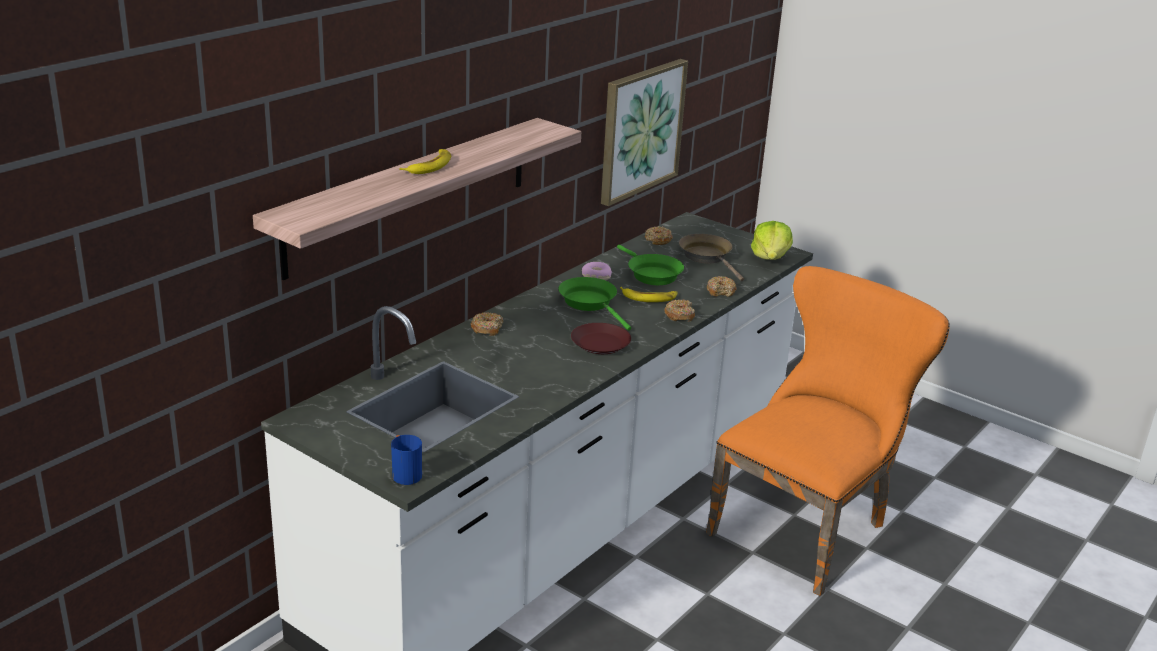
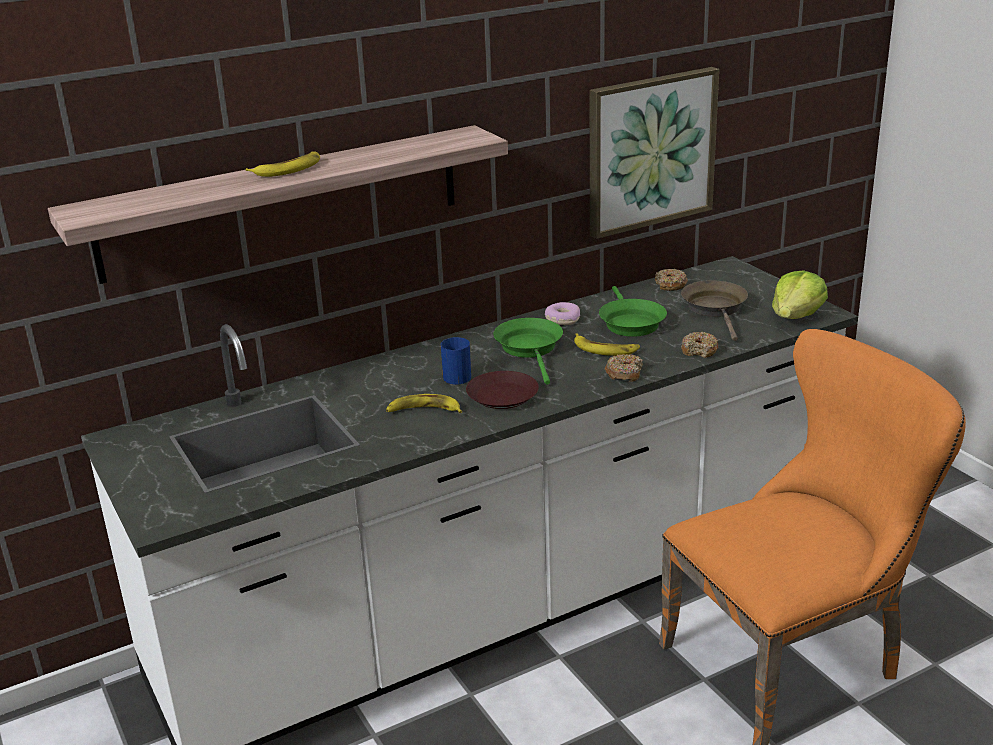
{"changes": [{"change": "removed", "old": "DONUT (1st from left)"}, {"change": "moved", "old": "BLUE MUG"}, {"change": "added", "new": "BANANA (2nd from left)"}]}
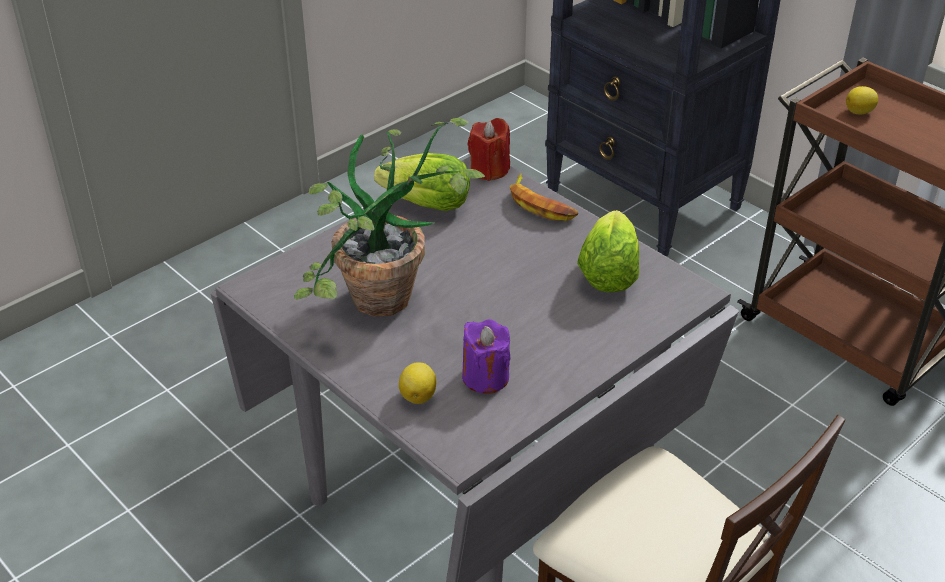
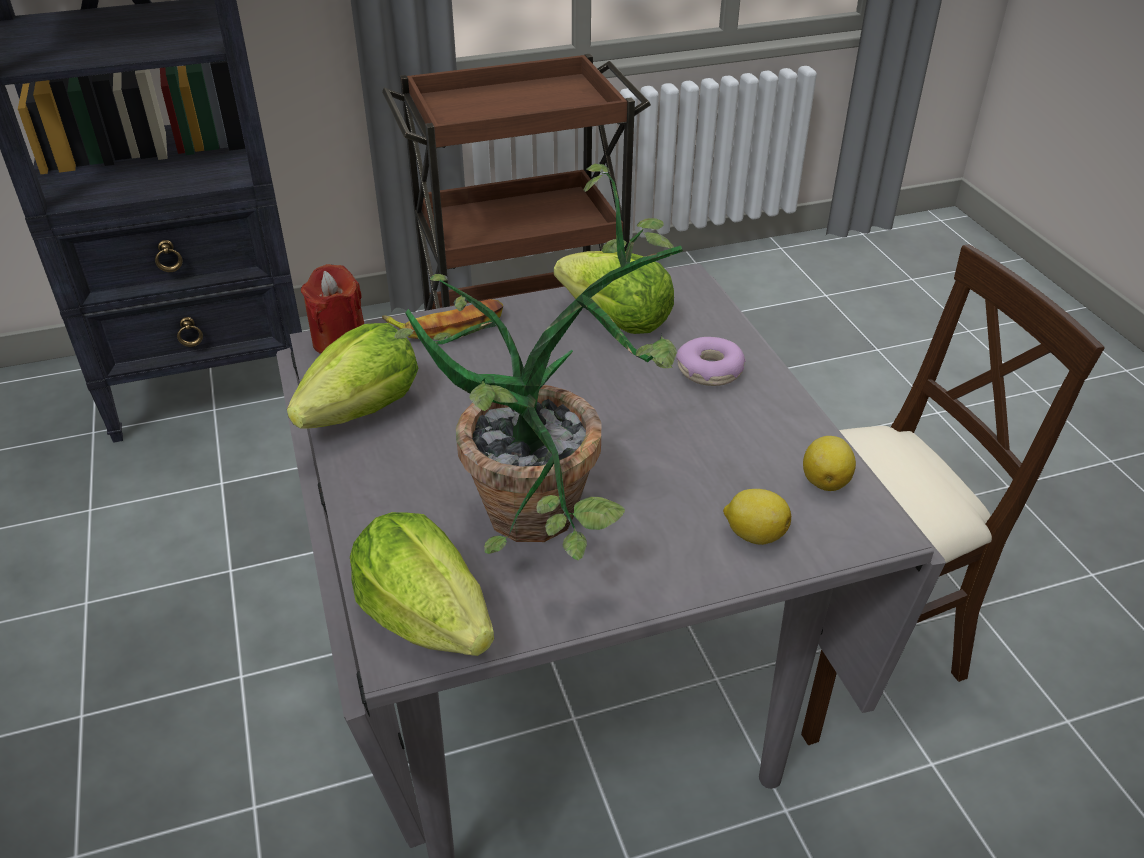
{"changes": [{"change": "moved", "old": "LEMON (2nd from left)"}, {"change": "removed", "old": "PURPLE CANDLE"}, {"change": "added", "new": "DONUT"}, {"change": "added", "new": "LETTUCE (2nd from left)"}]}
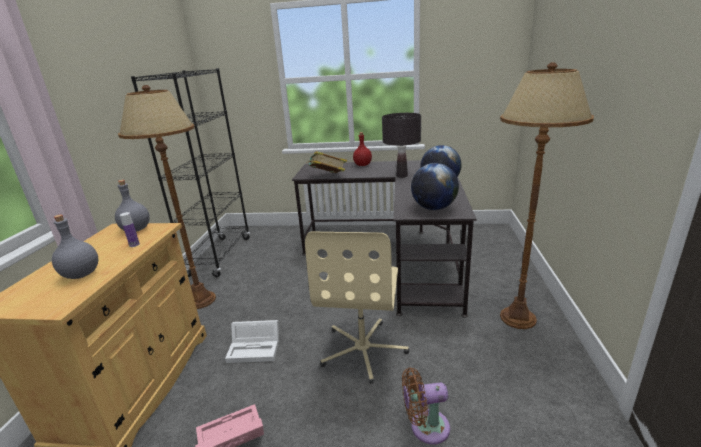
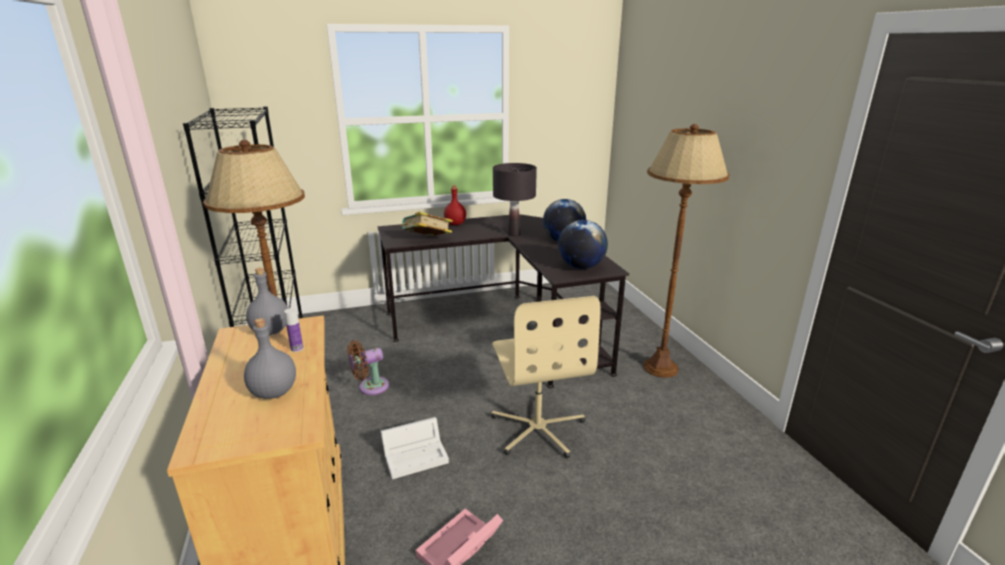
{"changes": [{"change": "moved", "old": "BROWN FAN"}]}
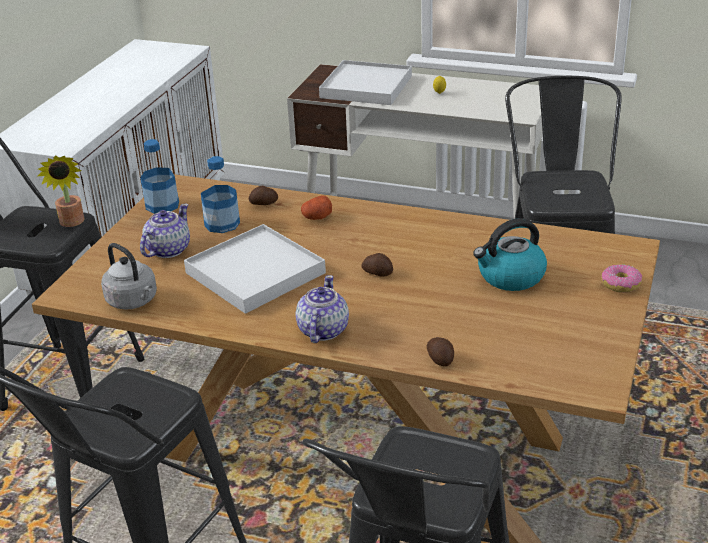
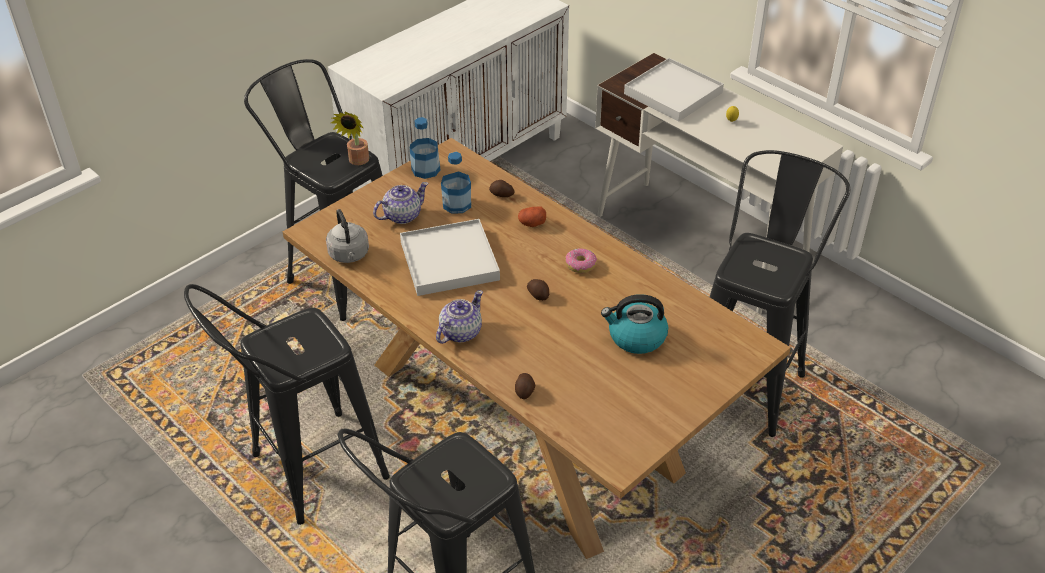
{"changes": [{"change": "moved", "old": "DONUT"}]}
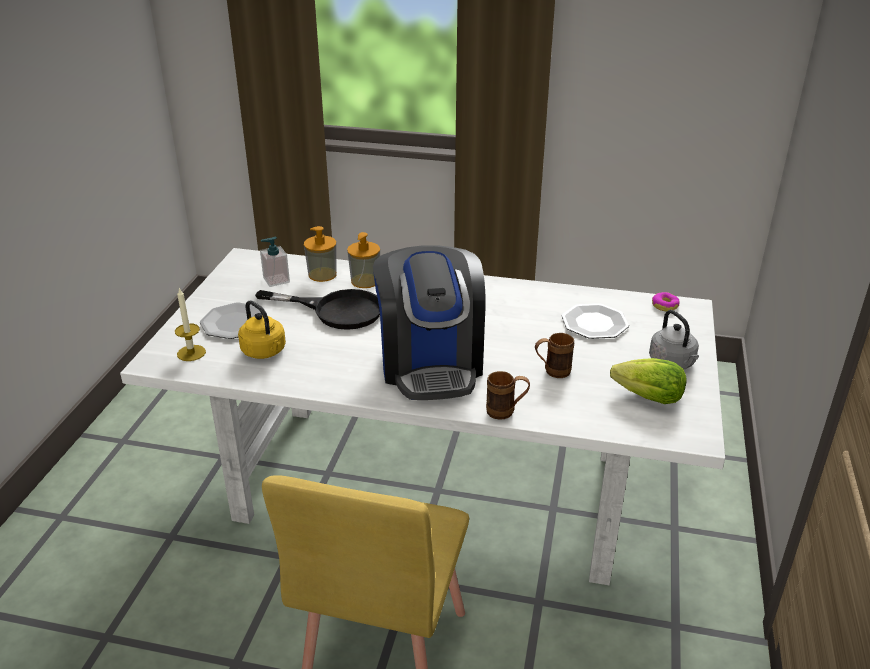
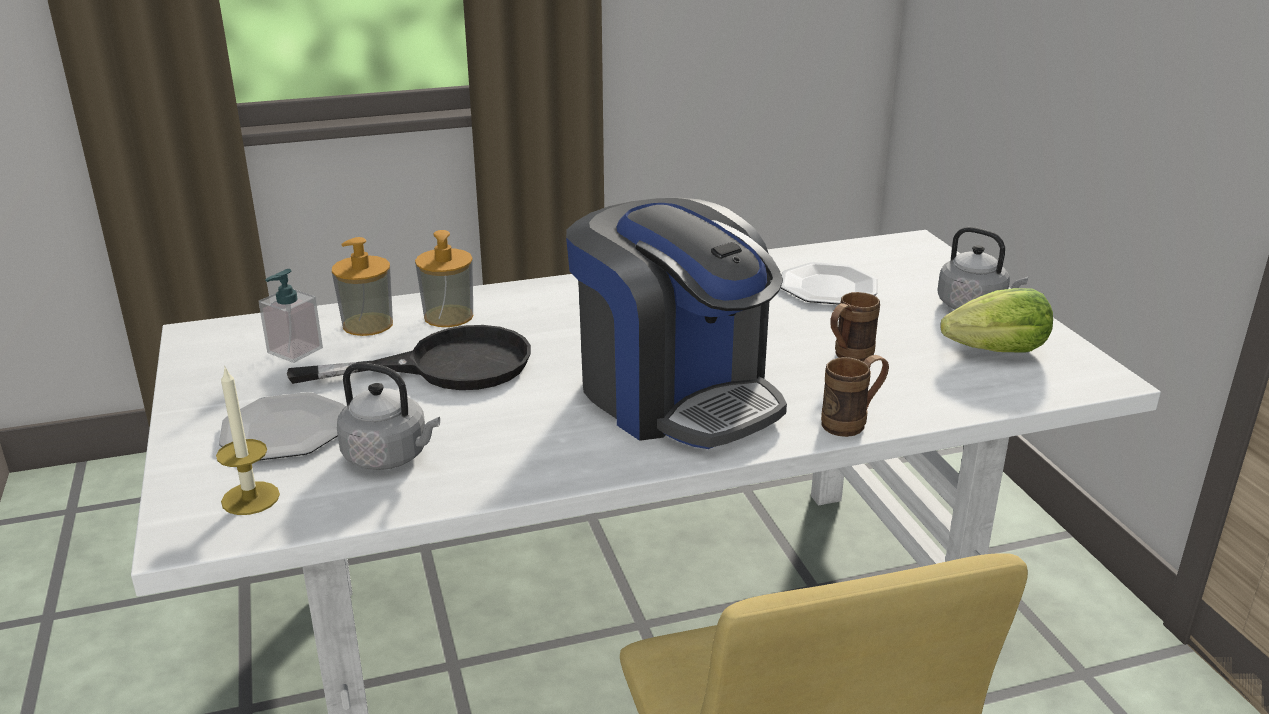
{"changes": [{"change": "removed", "old": "DONUT"}, {"change": "recoloured", "old": "YELLOW KETTLE", "new": "GREY KETTLE (1st from left)"}]}
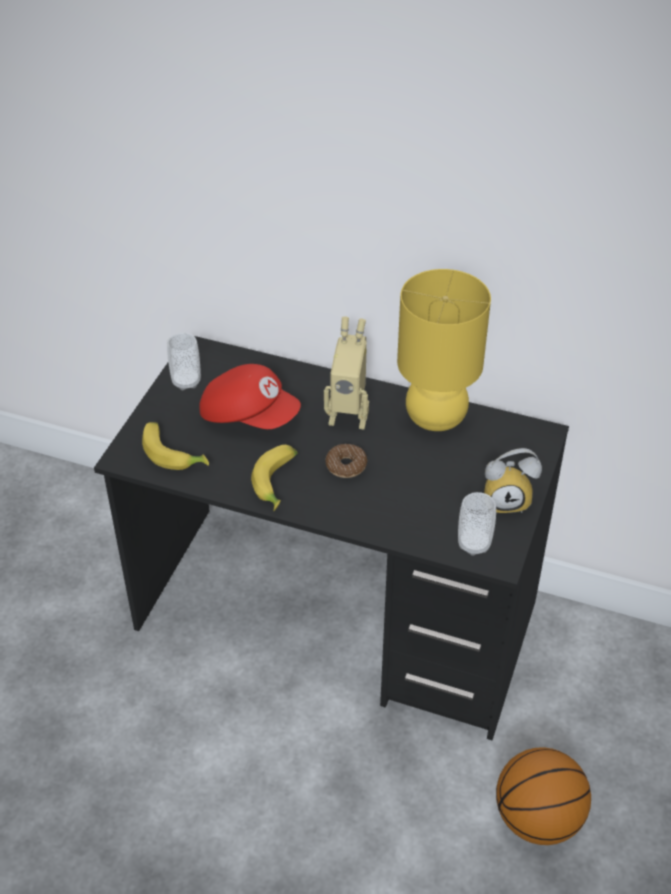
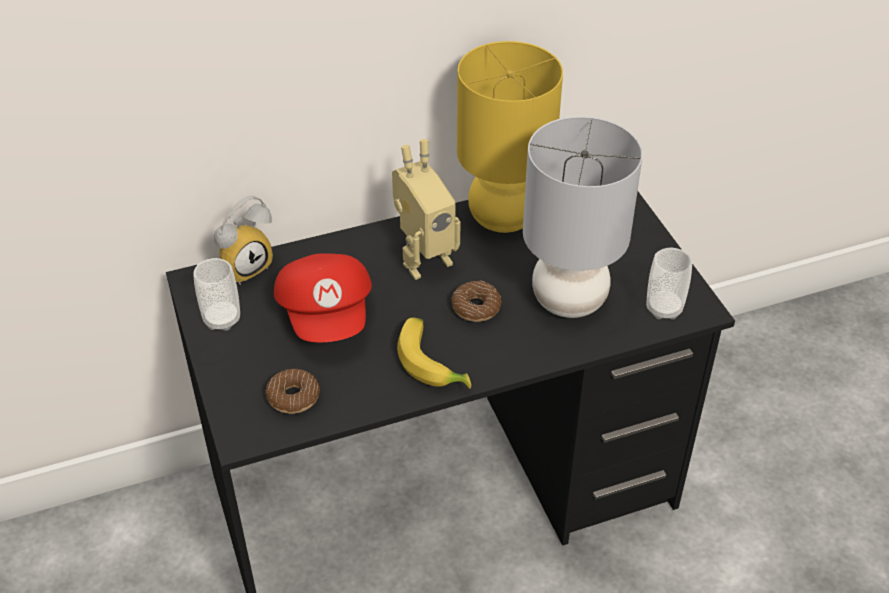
{"changes": [{"change": "turned", "old": "RED CAP", "degrees": 90}, {"change": "replaced", "old": "BANANA (1st from left)", "new": "DONUT (1st from left)"}, {"change": "moved", "old": "ALARM CLOCK"}, {"change": "removed", "old": "BASKETBALL"}, {"change": "added", "new": "GREY TABLE LAMP"}]}
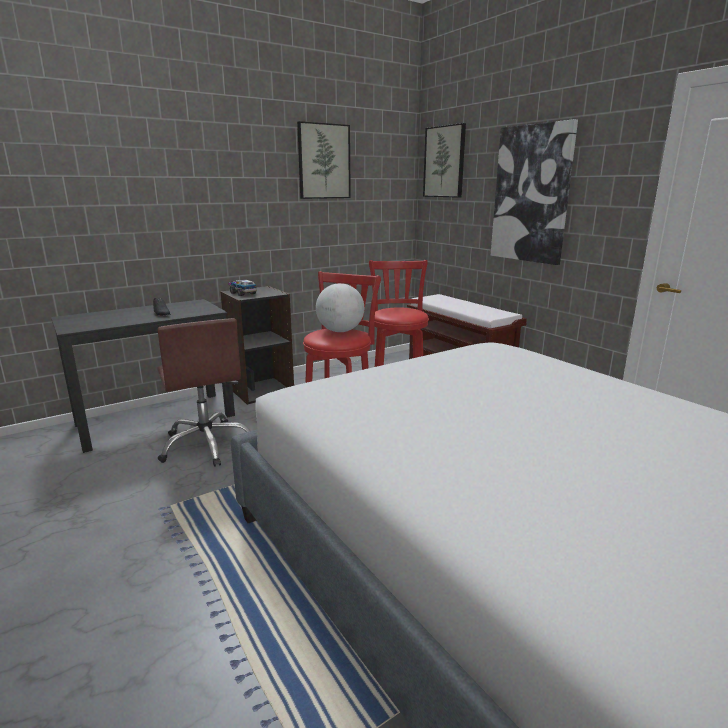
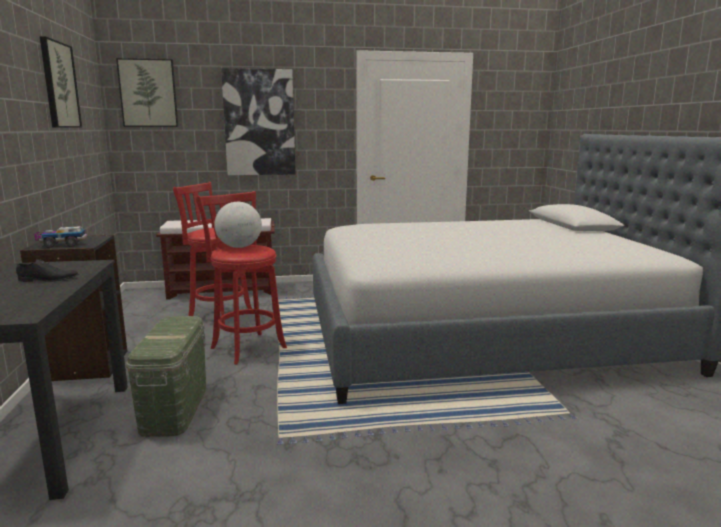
{"changes": [{"change": "replaced", "old": "BROWN OFFICE CHAIR", "new": "GREEN STORAGE BOX"}]}
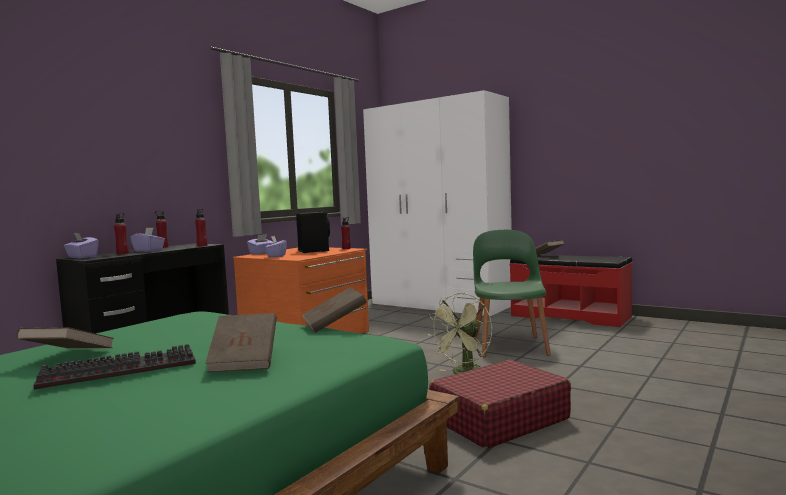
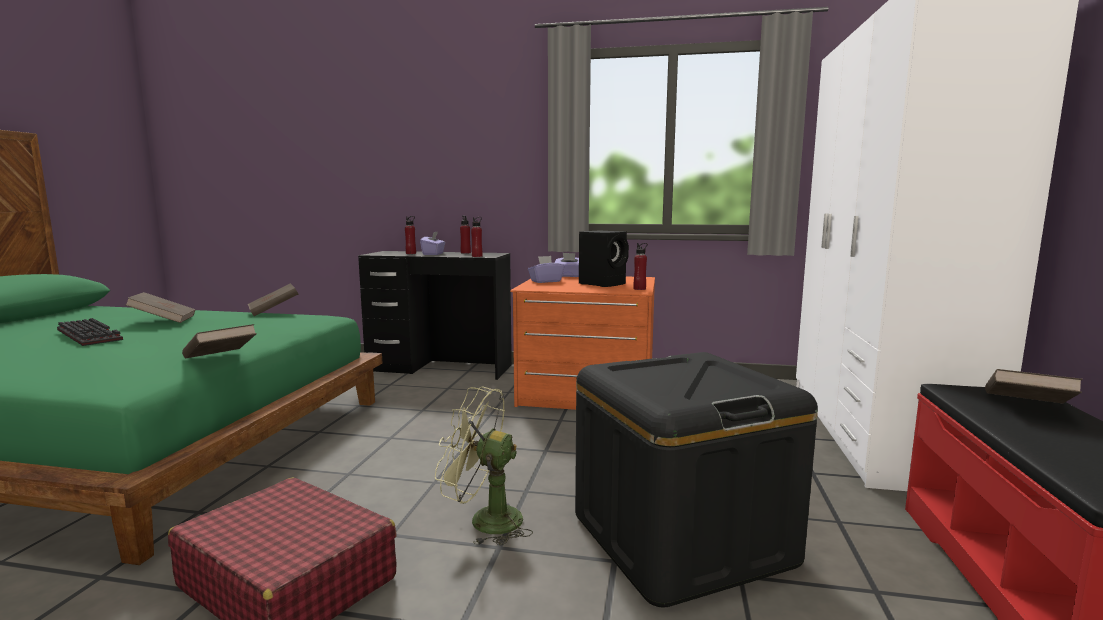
{"changes": [{"change": "replaced", "old": "GREEN CHAIR", "new": "BLACK STORAGE BOX"}, {"change": "removed", "old": "PURPLE TISSUE BOX (1st from left)"}, {"change": "moved", "old": "BROWN BOOK (2nd from left in the first image)", "new": "BROWN BOOK (3rd from left)"}]}
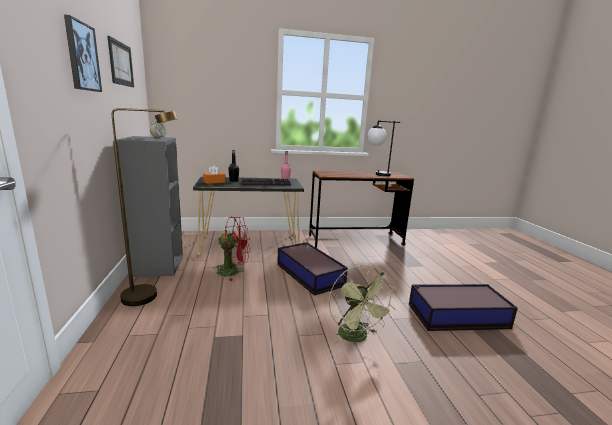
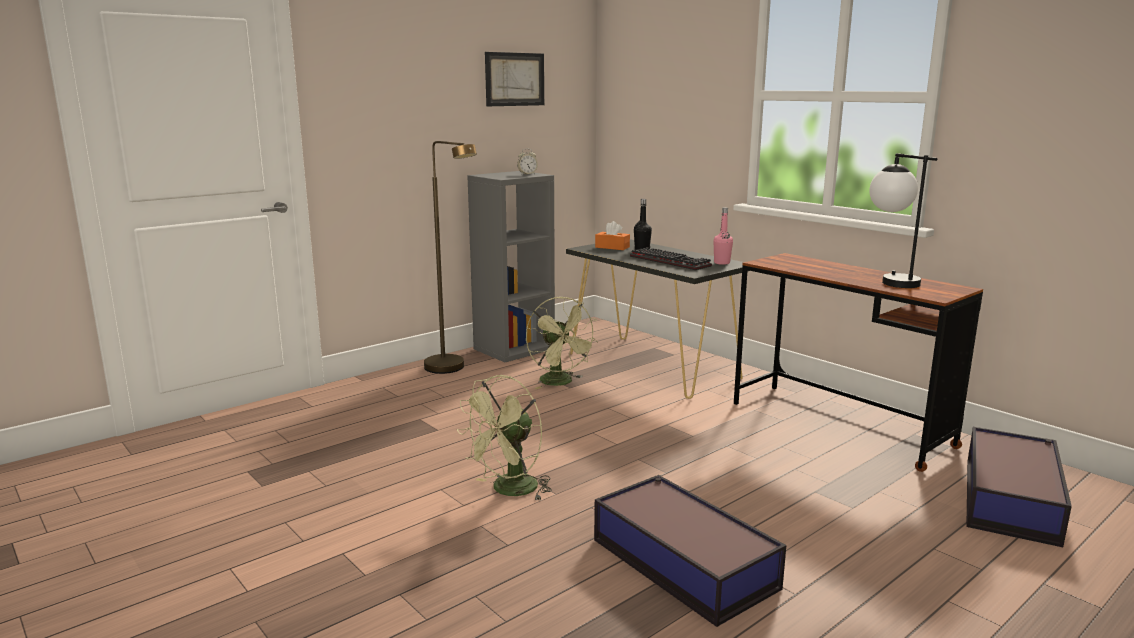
{"changes": [{"change": "removed", "old": "PICTURE (1st from left)"}, {"change": "recoloured", "old": "RED FAN", "new": "GREEN FAN (2nd from left)"}, {"change": "moved", "old": "STORAGE BOX (1st from left in the first image)", "new": "STORAGE BOX (2nd from left)"}]}
